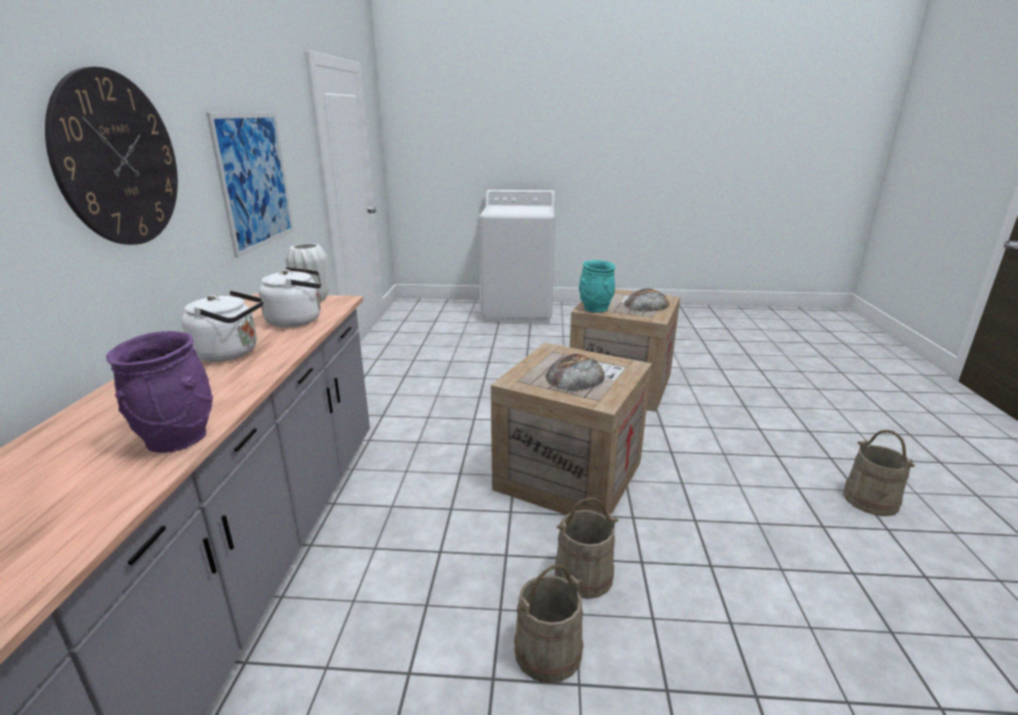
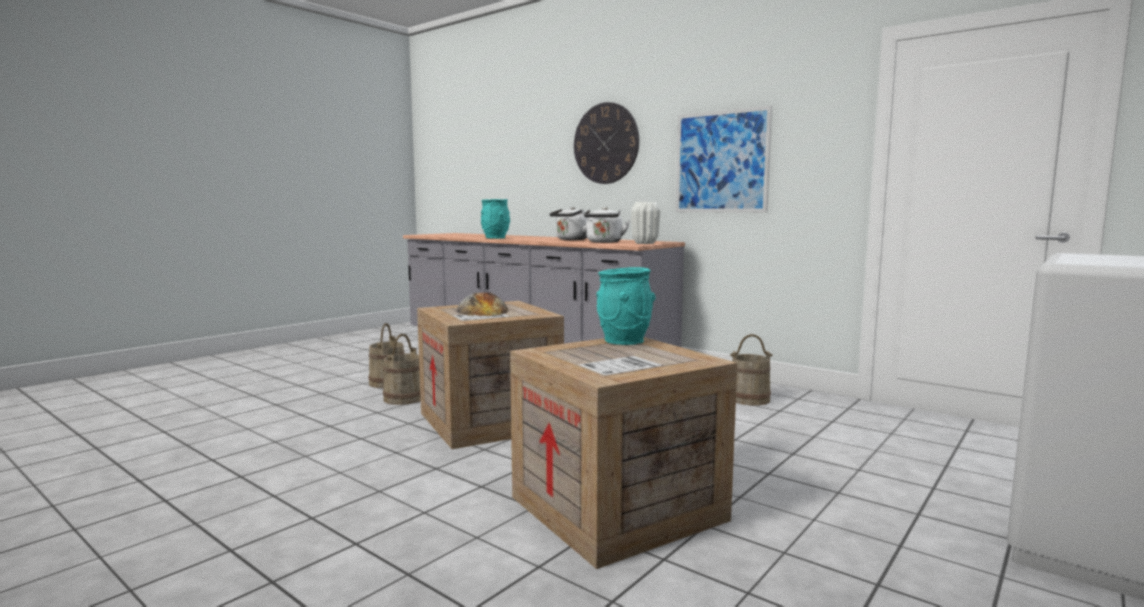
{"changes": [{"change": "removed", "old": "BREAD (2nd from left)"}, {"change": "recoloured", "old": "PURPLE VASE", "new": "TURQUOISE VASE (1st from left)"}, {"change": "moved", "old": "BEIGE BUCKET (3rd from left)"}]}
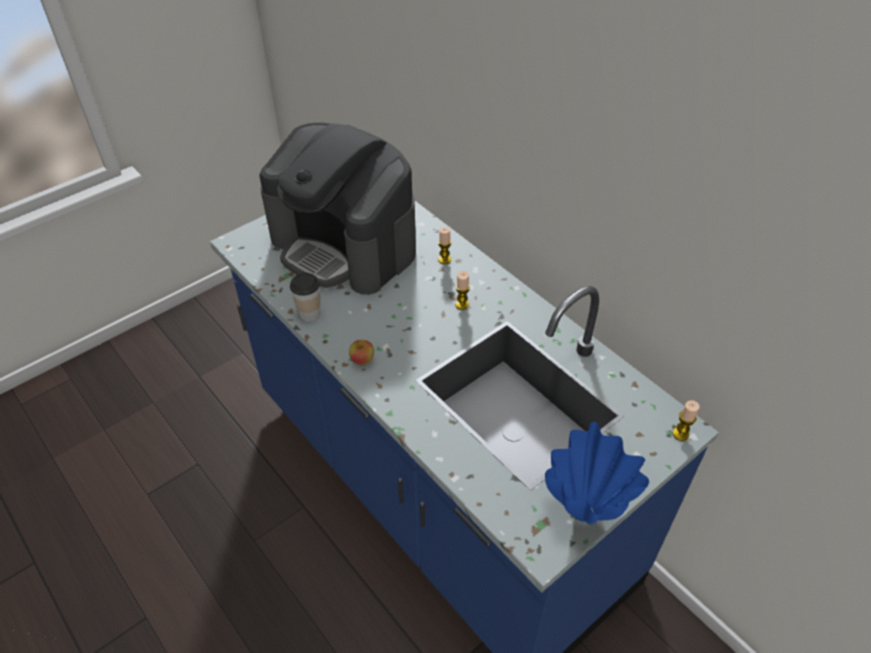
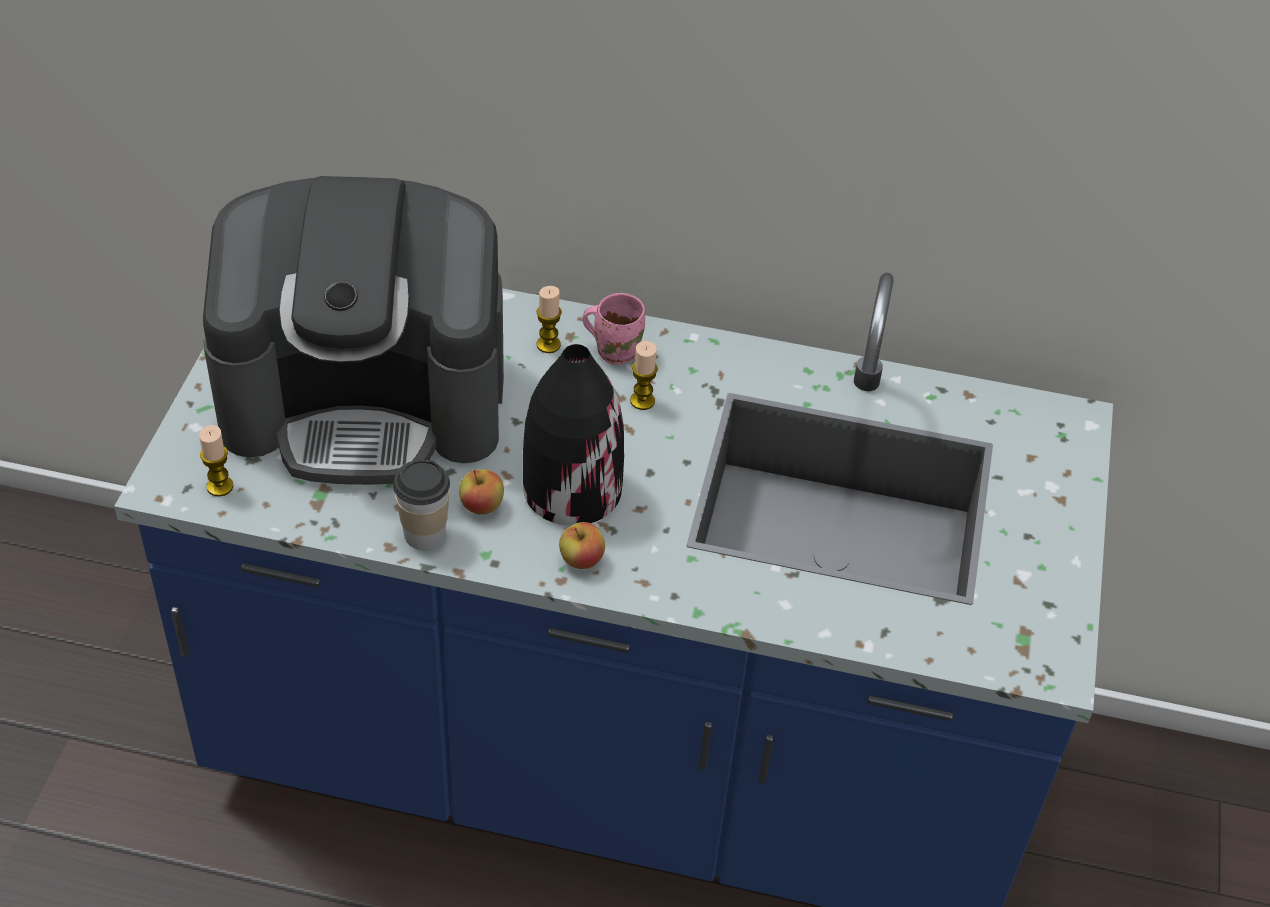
{"changes": [{"change": "moved", "old": "CANDLE (3rd from left in the first image)", "new": "CANDLE (1st from left)"}, {"change": "removed", "old": "BLUE VASE"}, {"change": "added", "new": "PINK MUG"}, {"change": "added", "new": "BLACK VASE"}, {"change": "added", "new": "APPLE (1st from left)"}]}
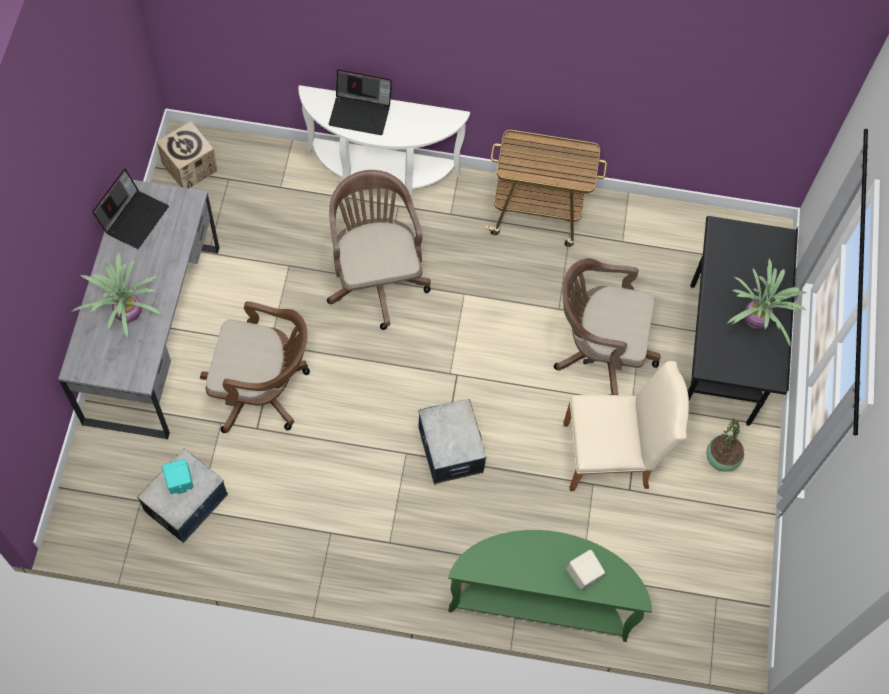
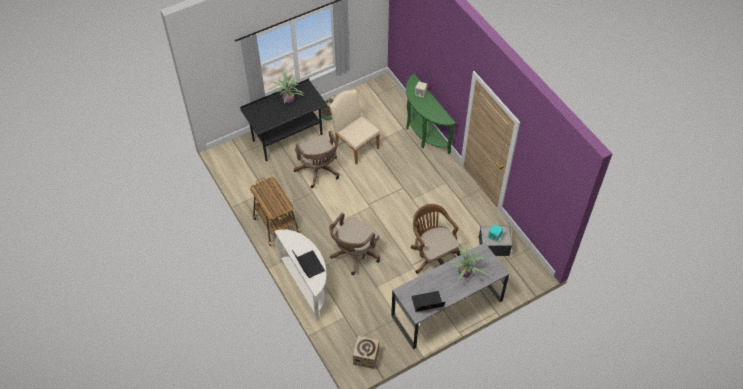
{"changes": [{"change": "removed", "old": "STORAGE BOX (2nd from left)"}]}
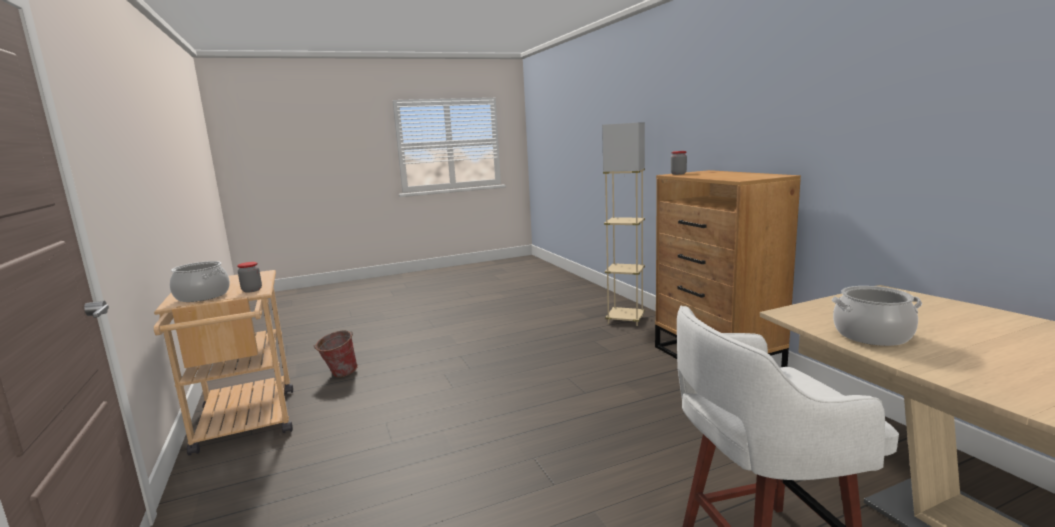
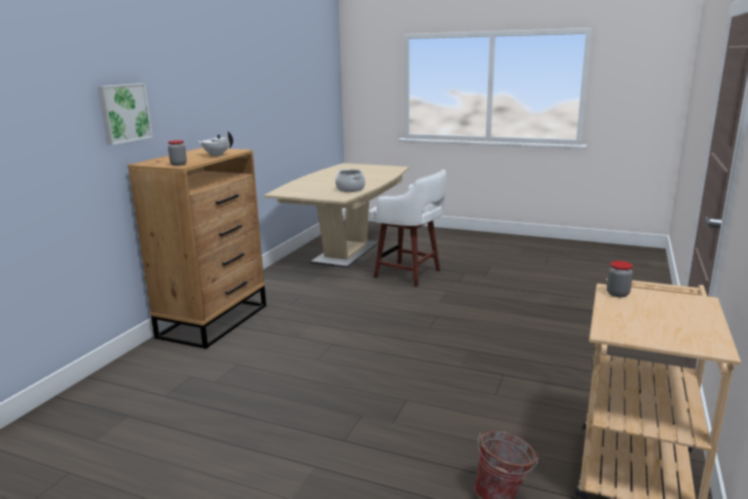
{"changes": [{"change": "removed", "old": "BEIGE FLOOR LAMP"}, {"change": "removed", "old": "COOKING POT (1st from left)"}, {"change": "added", "new": "PICTURE"}, {"change": "added", "new": "WHITE TEAPOT"}]}
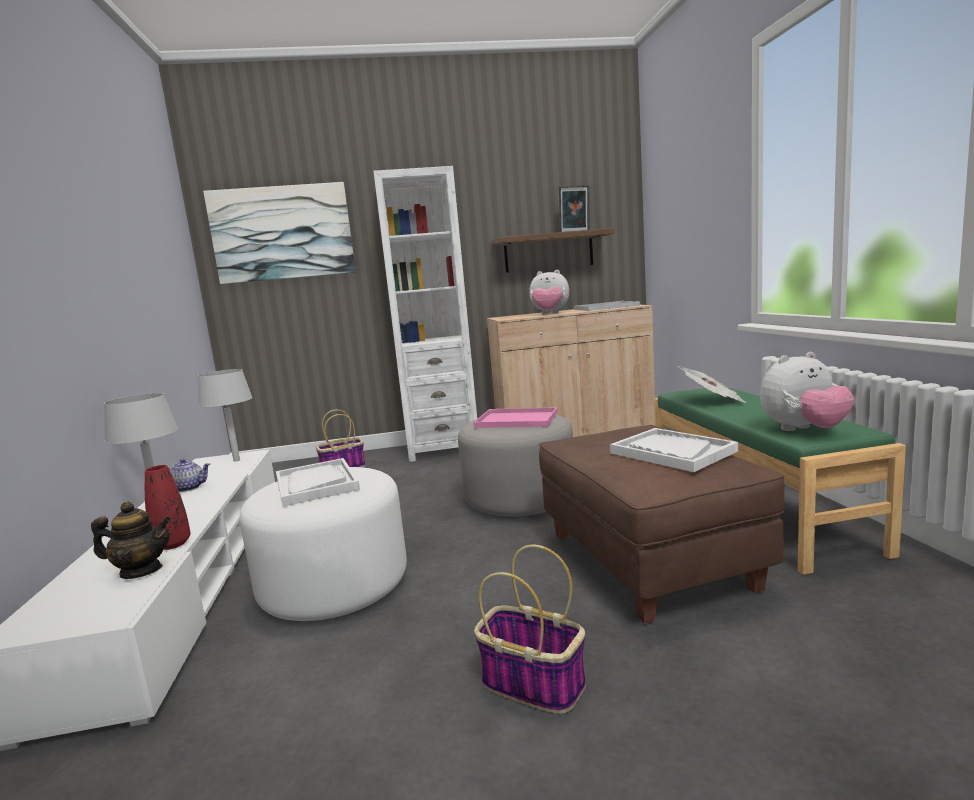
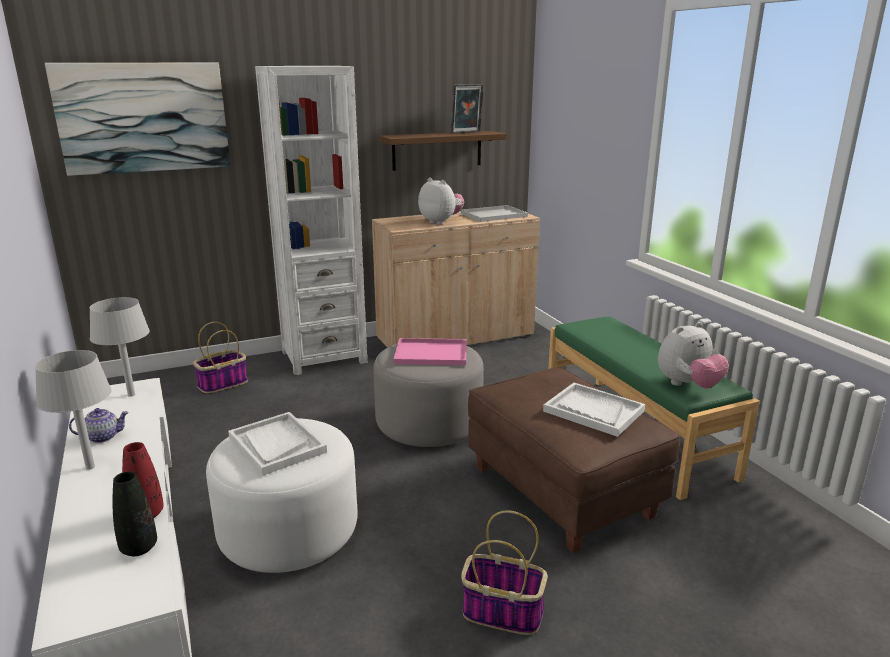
{"changes": [{"change": "turned", "old": "PLUSH TOY (1st from left)", "degrees": -135}, {"change": "removed", "old": "NEWSPAPER"}, {"change": "replaced", "old": "TEAPOT (1st from left)", "new": "BLACK VASE"}]}
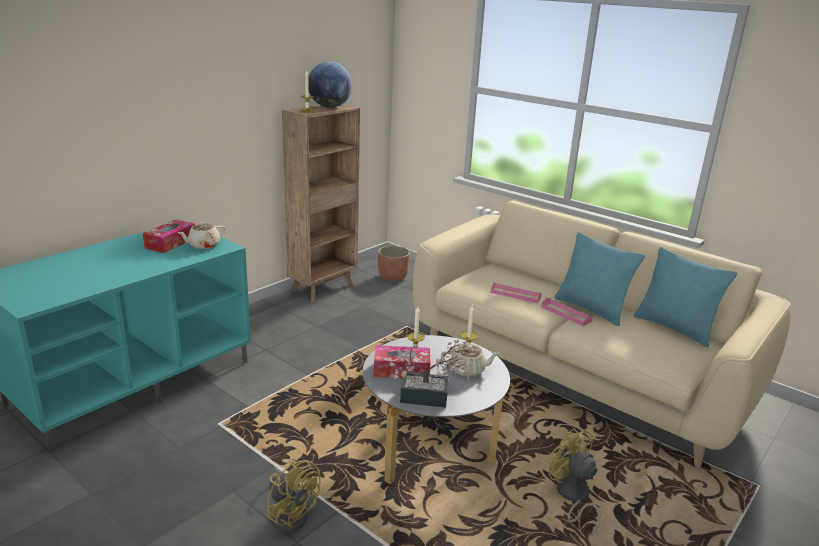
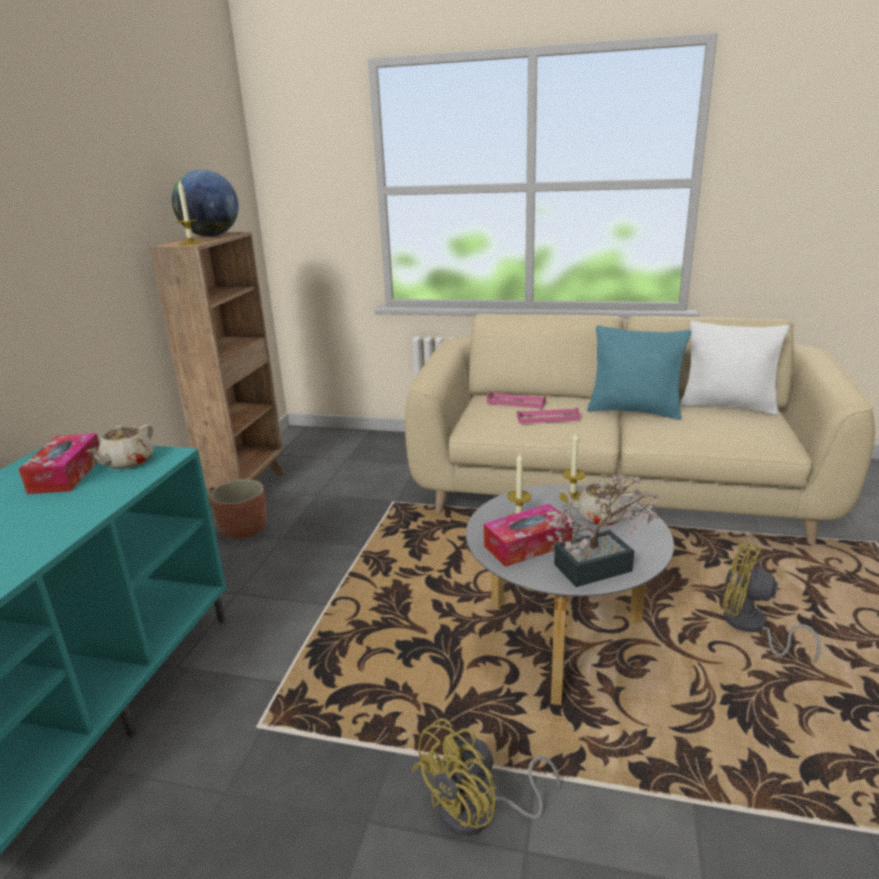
{"changes": [{"change": "moved", "old": "PLANTER"}, {"change": "recoloured", "old": "TURQUOISE PILLOW (2nd from left)", "new": "WHITE PILLOW"}, {"change": "moved", "old": "PINK TRAY (2nd from left in the first image)", "new": "PINK TRAY (1st from left)"}, {"change": "turned", "old": "BEIGE TEAPOT (2nd from left)", "degrees": -150}, {"change": "turned", "old": "YELLOW FAN (1st from left)", "degrees": 120}]}
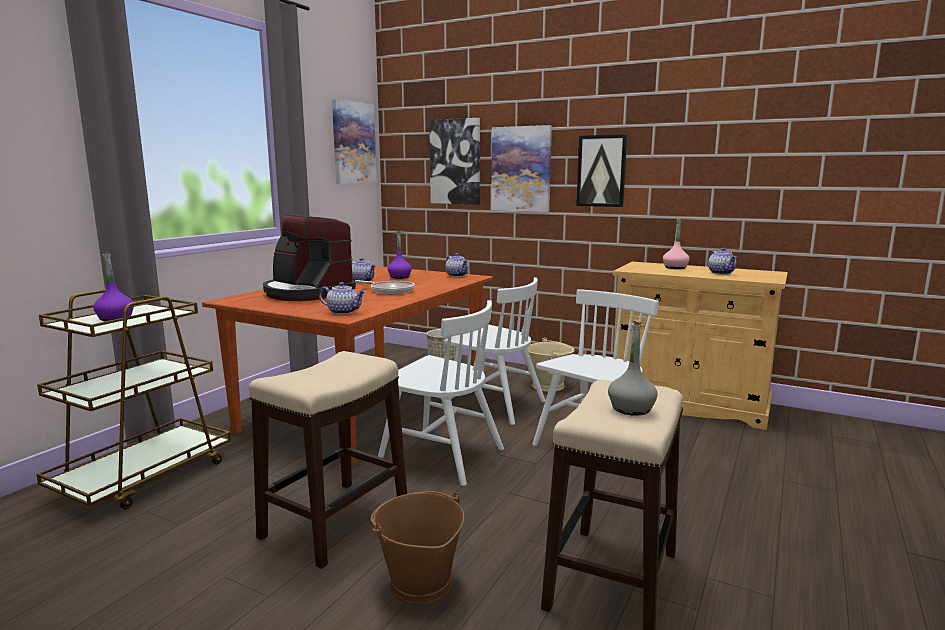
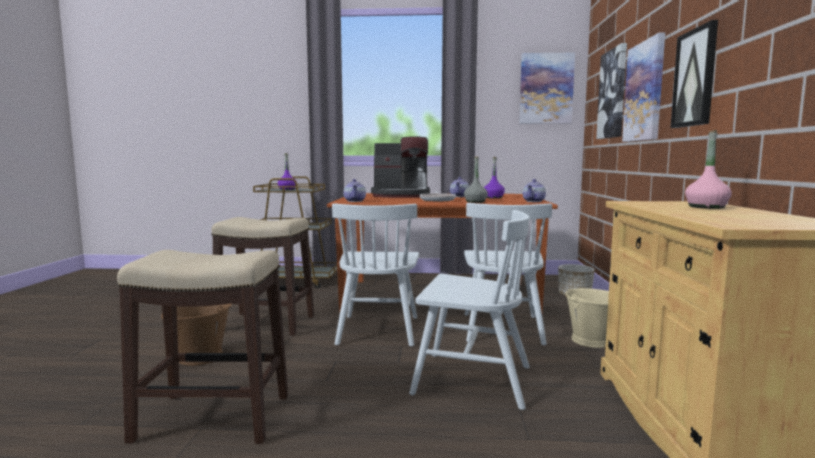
{"changes": [{"change": "turned", "old": "COFFEE MACHINE", "degrees": -105}, {"change": "removed", "old": "TEAPOT (4th from left)"}, {"change": "moved", "old": "GREY BOTTLE"}]}
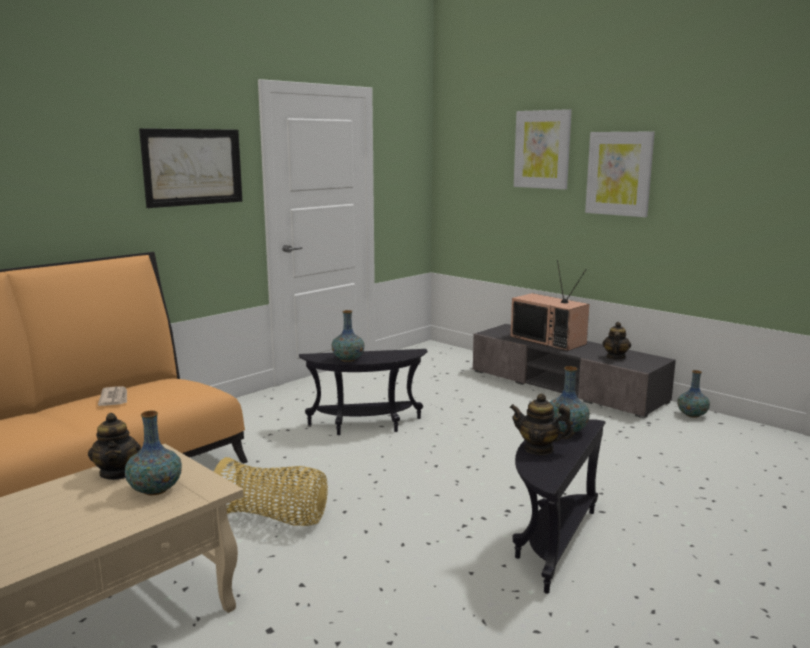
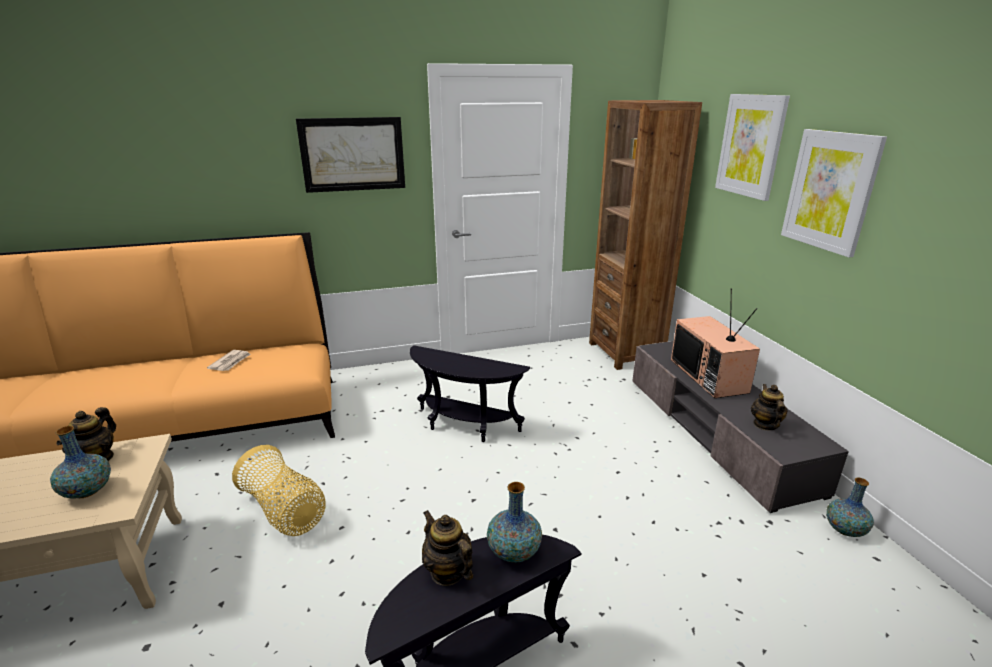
{"changes": [{"change": "removed", "old": "VASE (2nd from left)"}, {"change": "turned", "old": "TEAPOT (3rd from left)", "degrees": -45}, {"change": "added", "new": "BROWN BOOKCASE"}]}
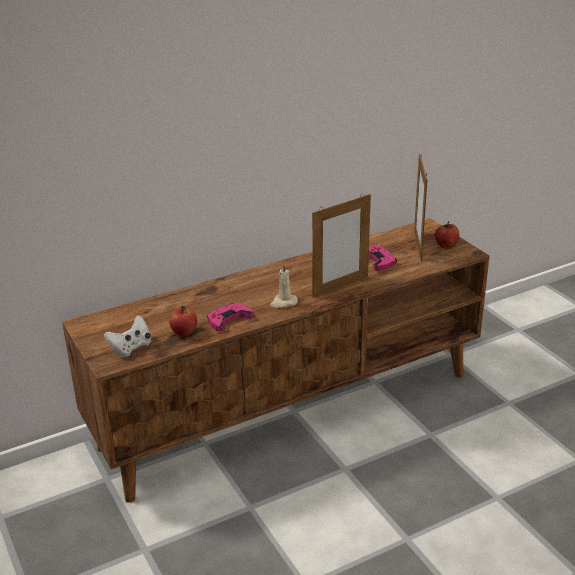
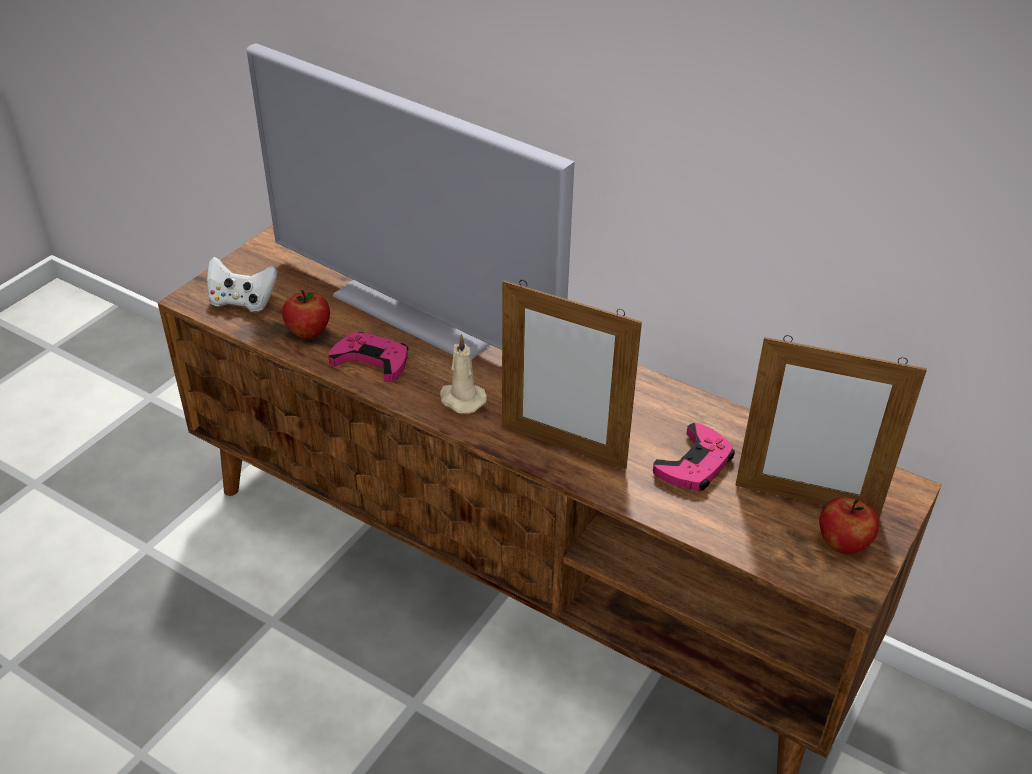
{"changes": [{"change": "turned", "old": "PICTURE FRAME (2nd from left)", "degrees": -135}, {"change": "added", "new": "TELEVISION"}]}
